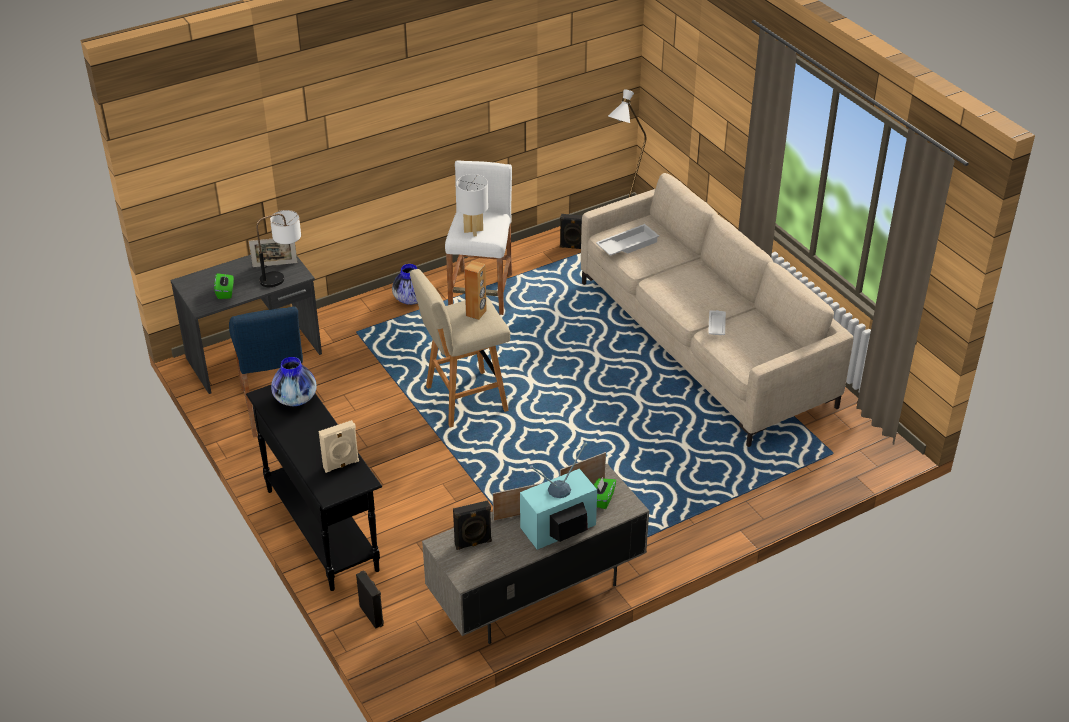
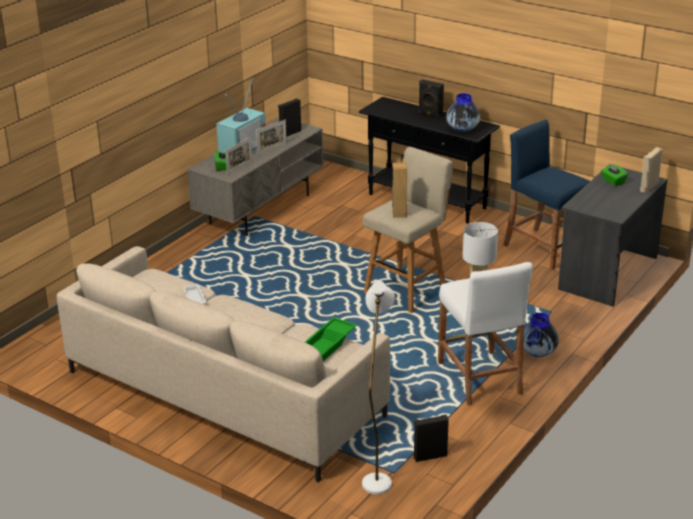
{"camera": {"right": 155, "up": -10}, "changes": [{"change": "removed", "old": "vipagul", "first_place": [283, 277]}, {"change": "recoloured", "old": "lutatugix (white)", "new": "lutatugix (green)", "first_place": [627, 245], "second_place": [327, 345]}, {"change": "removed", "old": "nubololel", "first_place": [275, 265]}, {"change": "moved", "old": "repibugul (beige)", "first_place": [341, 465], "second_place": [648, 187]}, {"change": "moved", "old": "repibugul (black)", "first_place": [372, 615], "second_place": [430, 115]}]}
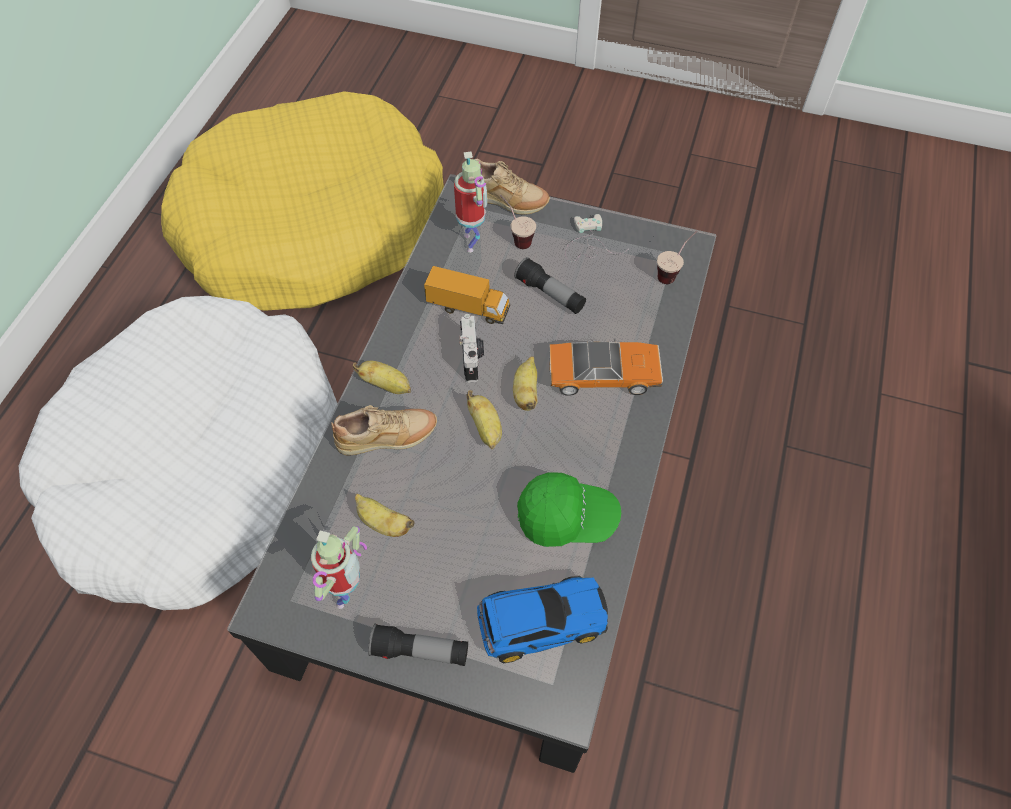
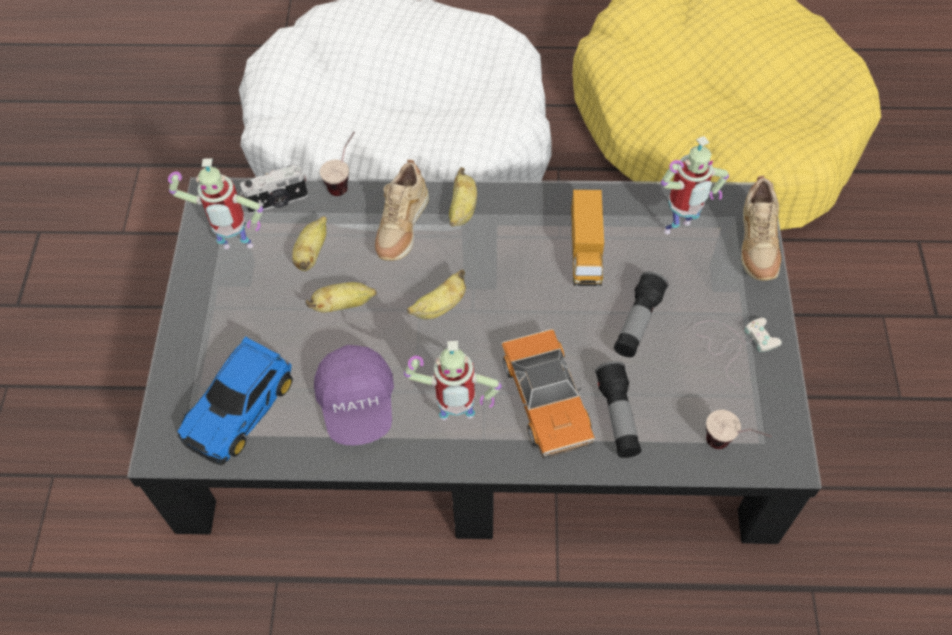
{"camera": {"right": 75, "up": 0}, "changes": [{"change": "moved", "old": "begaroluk", "first_place": [515, 237], "second_place": [344, 181]}, {"change": "moved", "old": "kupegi", "first_place": [472, 358], "second_place": [278, 202]}, {"change": "moved", "old": "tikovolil", "first_place": [526, 392], "second_place": [343, 305]}, {"change": "turned", "old": "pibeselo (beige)", "first_place": [387, 439], "second_place": [401, 229], "degrees": 45}, {"change": "recoloured", "old": "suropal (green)", "new": "suropal (purple)", "first_place": [566, 517], "second_place": [357, 404]}, {"change": "turned", "old": "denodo", "first_place": [539, 621], "second_place": [241, 406], "degrees": 60}, {"change": "moved", "old": "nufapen", "first_place": [420, 651], "second_place": [617, 416]}, {"change": "added", "new": "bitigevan", "second_place": [456, 420]}]}
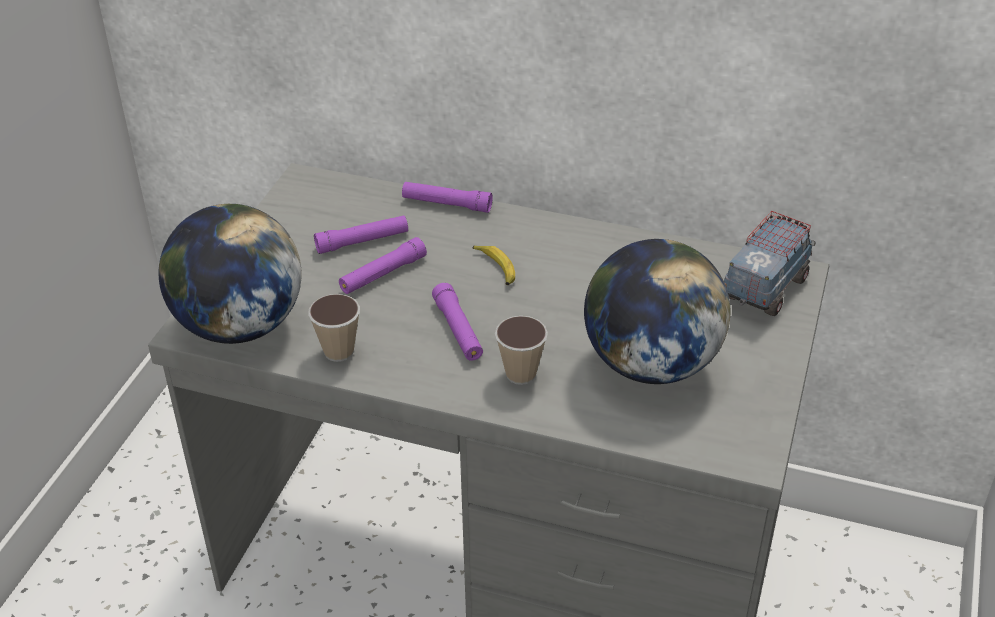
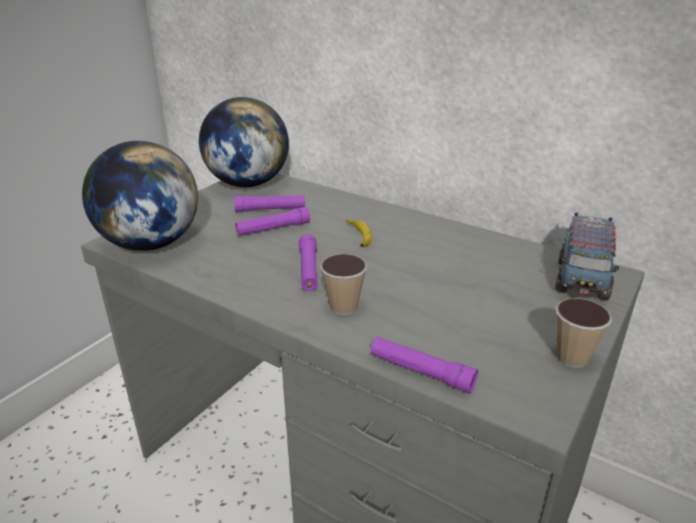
{"camera": {"right": 15, "up": -10}, "changes": [{"change": "moved", "old": "nufapen (purple)", "first_place": [446, 204], "second_place": [421, 372]}, {"change": "turned", "old": "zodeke", "first_place": [765, 288], "second_place": [582, 280], "degrees": 150}, {"change": "moved", "old": "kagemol", "first_place": [651, 364], "second_place": [248, 183]}, {"change": "moved", "old": "begaroluk", "first_place": [339, 351], "second_place": [572, 358]}]}
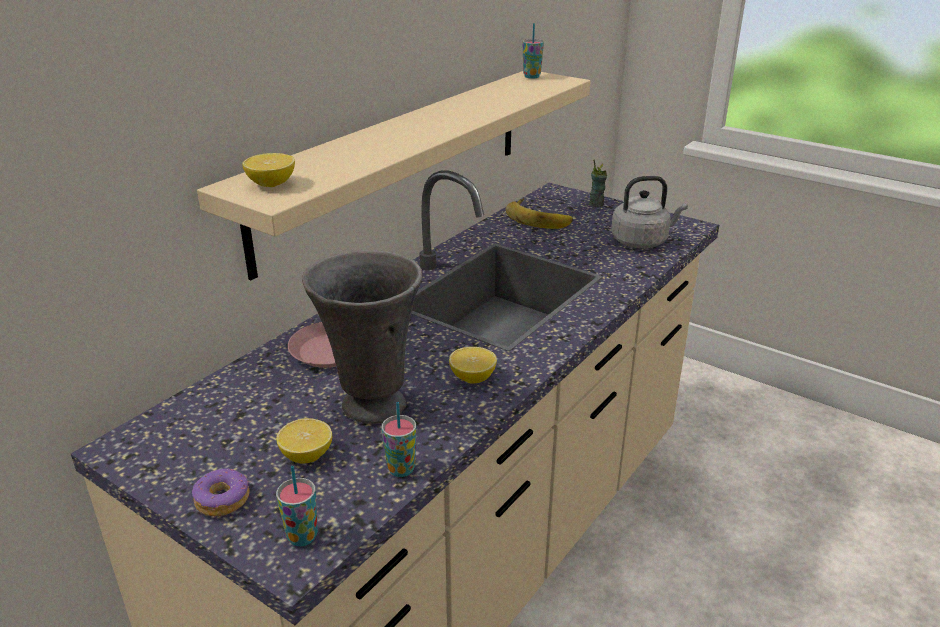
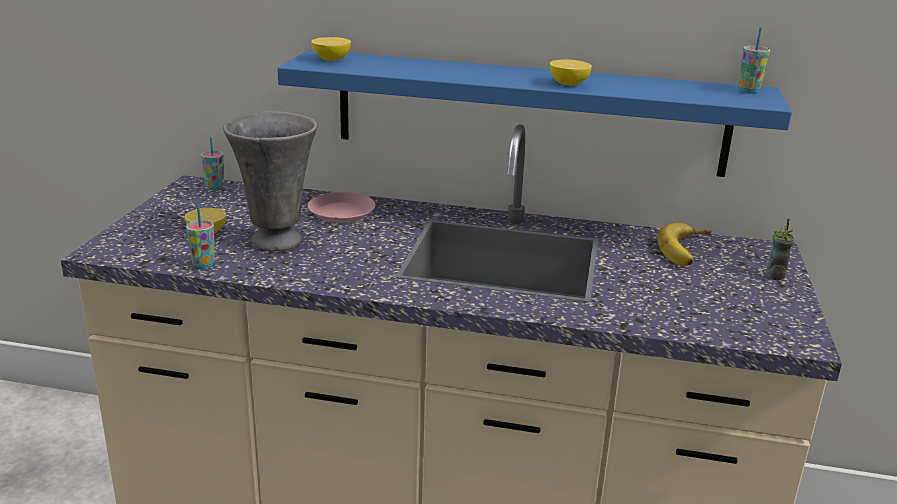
{"camera": {"right": 65, "up": -5}, "changes": [{"change": "recoloured", "old": "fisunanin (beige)", "new": "fisunanin (blue)", "first_place": [398, 162], "second_place": [529, 112]}, {"change": "removed", "old": "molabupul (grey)", "first_place": [642, 241]}, {"change": "moved", "old": "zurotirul", "first_place": [472, 378], "second_place": [568, 84]}, {"change": "moved", "old": "begaroluk", "first_place": [302, 537], "second_place": [215, 187]}, {"change": "removed", "old": "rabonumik", "first_place": [222, 499]}]}
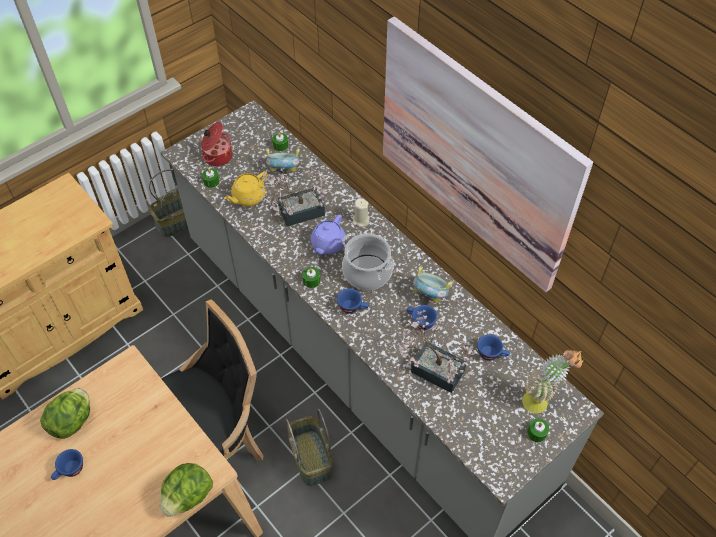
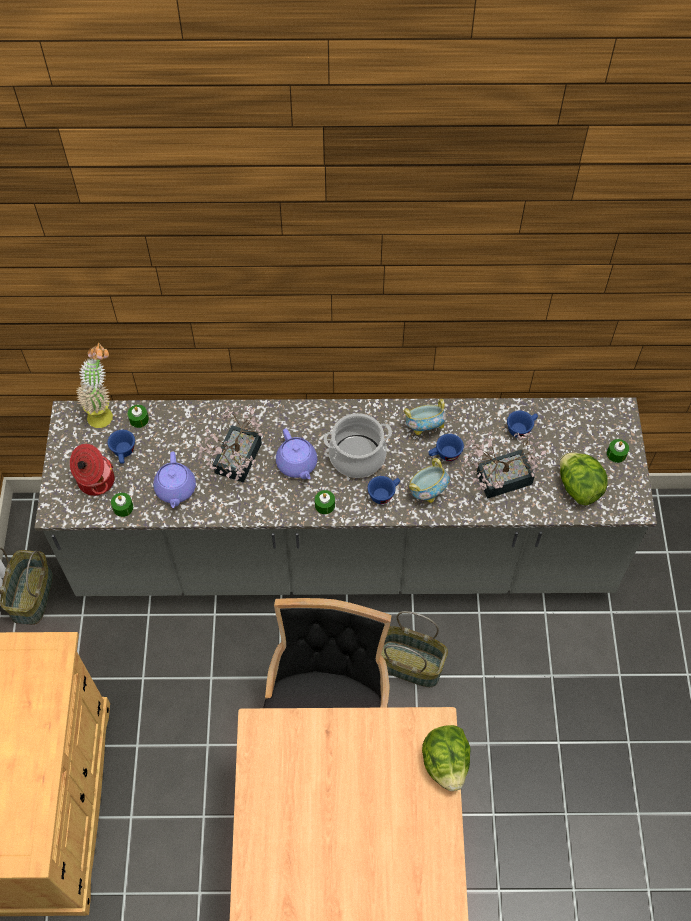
{"camera": {"right": -50, "up": 5}, "changes": [{"change": "removed", "old": "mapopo", "first_place": [475, 155]}, {"change": "moved", "old": "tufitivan", "first_place": [284, 170], "second_place": [428, 491]}, {"change": "recoloured", "old": "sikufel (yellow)", "new": "sikufel (purple)", "first_place": [248, 197], "second_place": [175, 490]}, {"change": "removed", "old": "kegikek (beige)", "first_place": [360, 220]}, {"change": "moved", "old": "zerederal", "first_place": [541, 401], "second_place": [104, 412]}, {"change": "moved", "old": "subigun", "first_place": [72, 421], "second_place": [578, 487]}, {"change": "moved", "old": "begaroluk (blue)", "first_place": [70, 471], "second_place": [124, 453]}]}
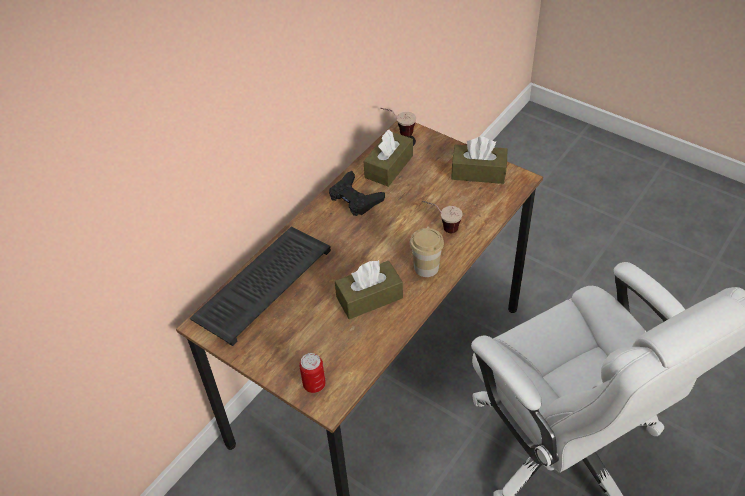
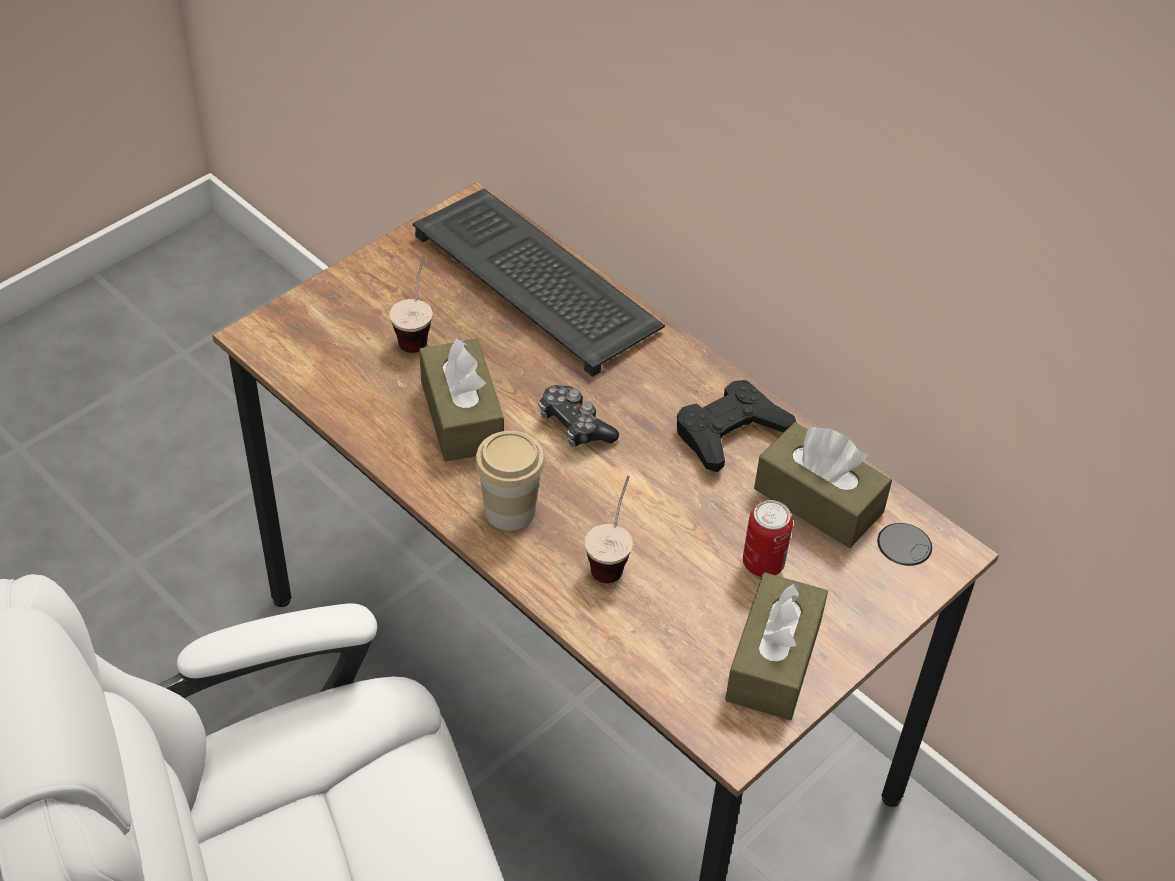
{"camera": {"right": 95, "up": 0}, "changes": [{"change": "moved", "old": "begaroluk", "first_place": [398, 133], "second_place": [417, 331]}, {"change": "moved", "old": "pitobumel", "first_place": [314, 384], "second_place": [763, 563]}, {"change": "added", "new": "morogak", "second_place": [574, 425]}]}
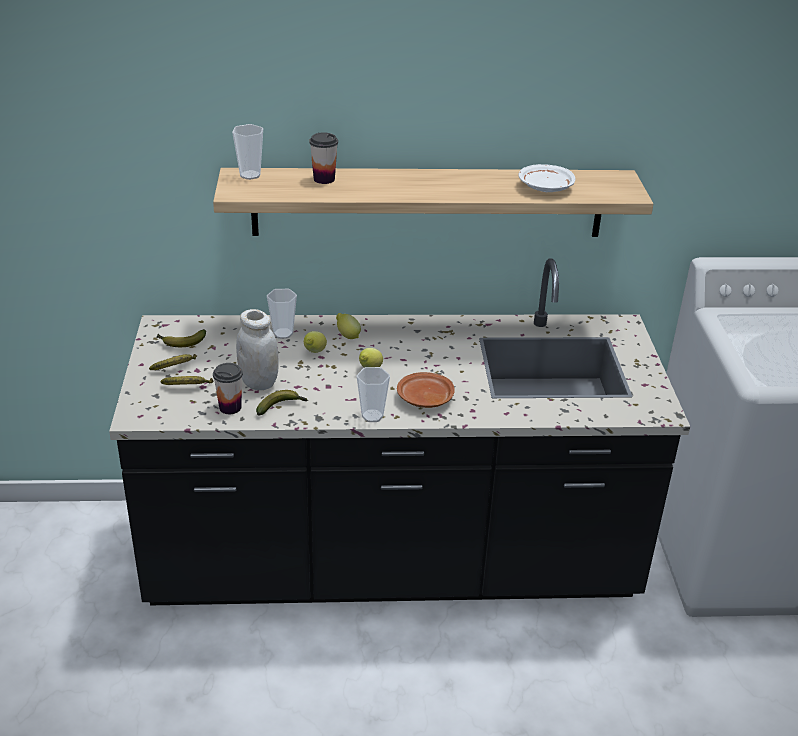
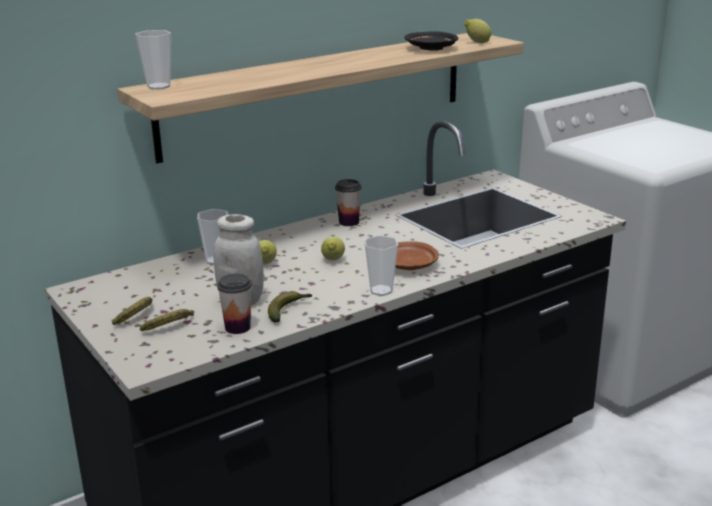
{"camera": {"right": -30, "up": -10}, "changes": [{"change": "moved", "old": "begaroluk", "first_place": [324, 179], "second_place": [349, 222]}, {"change": "recoloured", "old": "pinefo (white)", "new": "pinefo (black)", "first_place": [545, 187], "second_place": [431, 48]}, {"change": "moved", "old": "zurotirul", "first_place": [347, 336], "second_place": [477, 43]}, {"change": "removed", "old": "tikovolil", "first_place": [180, 342]}]}
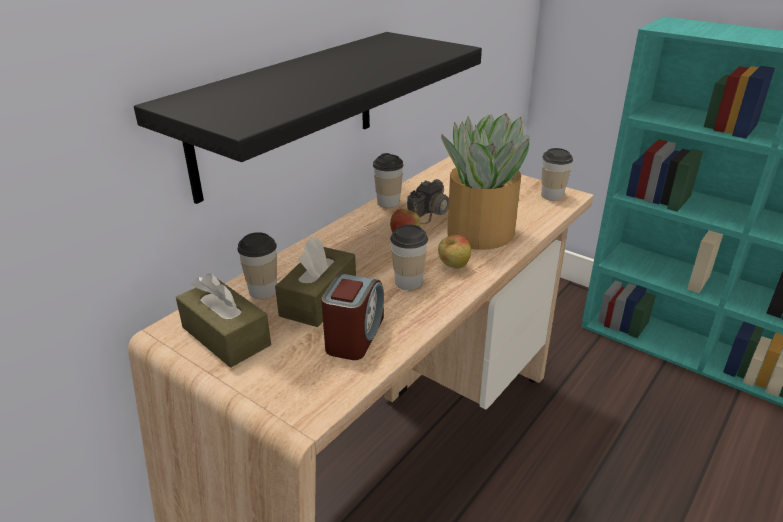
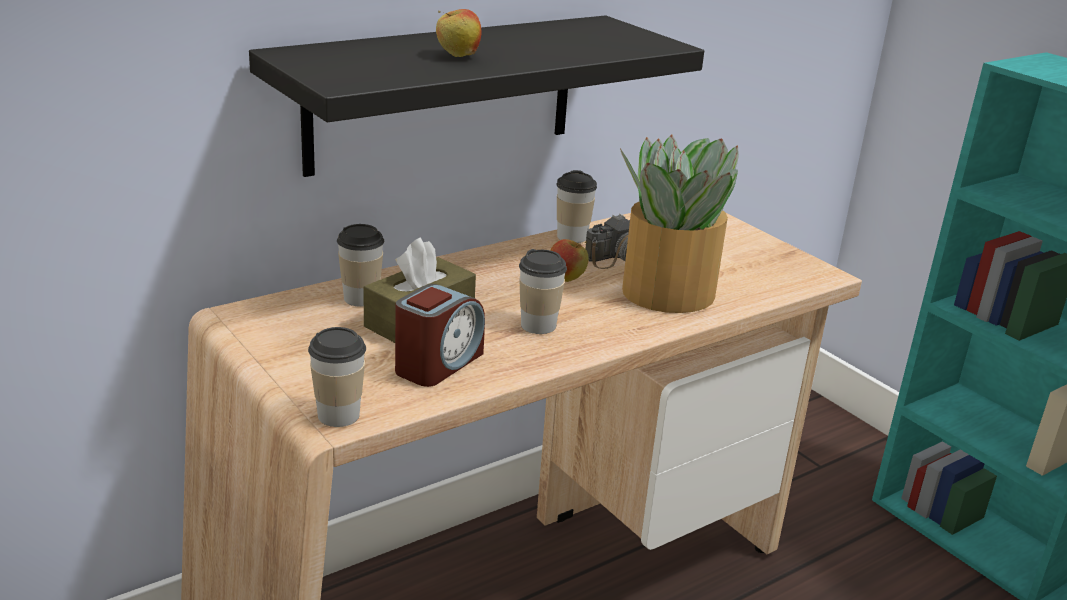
{"camera": {"right": 15, "up": -5}, "changes": [{"change": "moved", "old": "begaroluk", "first_place": [552, 196], "second_place": [338, 415]}, {"change": "moved", "old": "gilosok", "first_place": [453, 266], "second_place": [457, 56]}, {"change": "removed", "old": "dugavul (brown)", "first_place": [226, 336]}]}
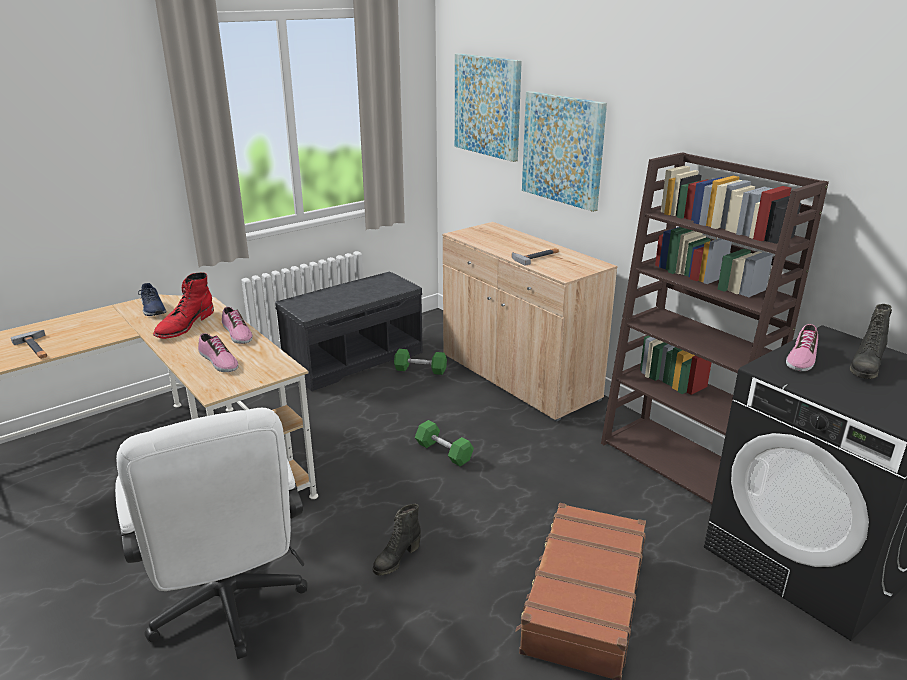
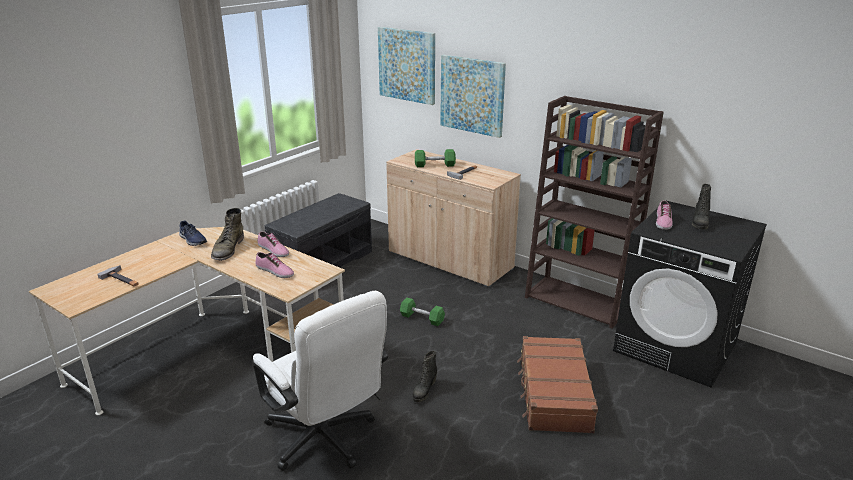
{"camera": {"right": -15, "up": 0}, "changes": [{"change": "recoloured", "old": "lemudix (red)", "new": "lemudix (green)", "first_place": [184, 325], "second_place": [228, 249]}, {"change": "moved", "old": "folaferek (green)", "first_place": [420, 370], "second_place": [435, 165]}]}
